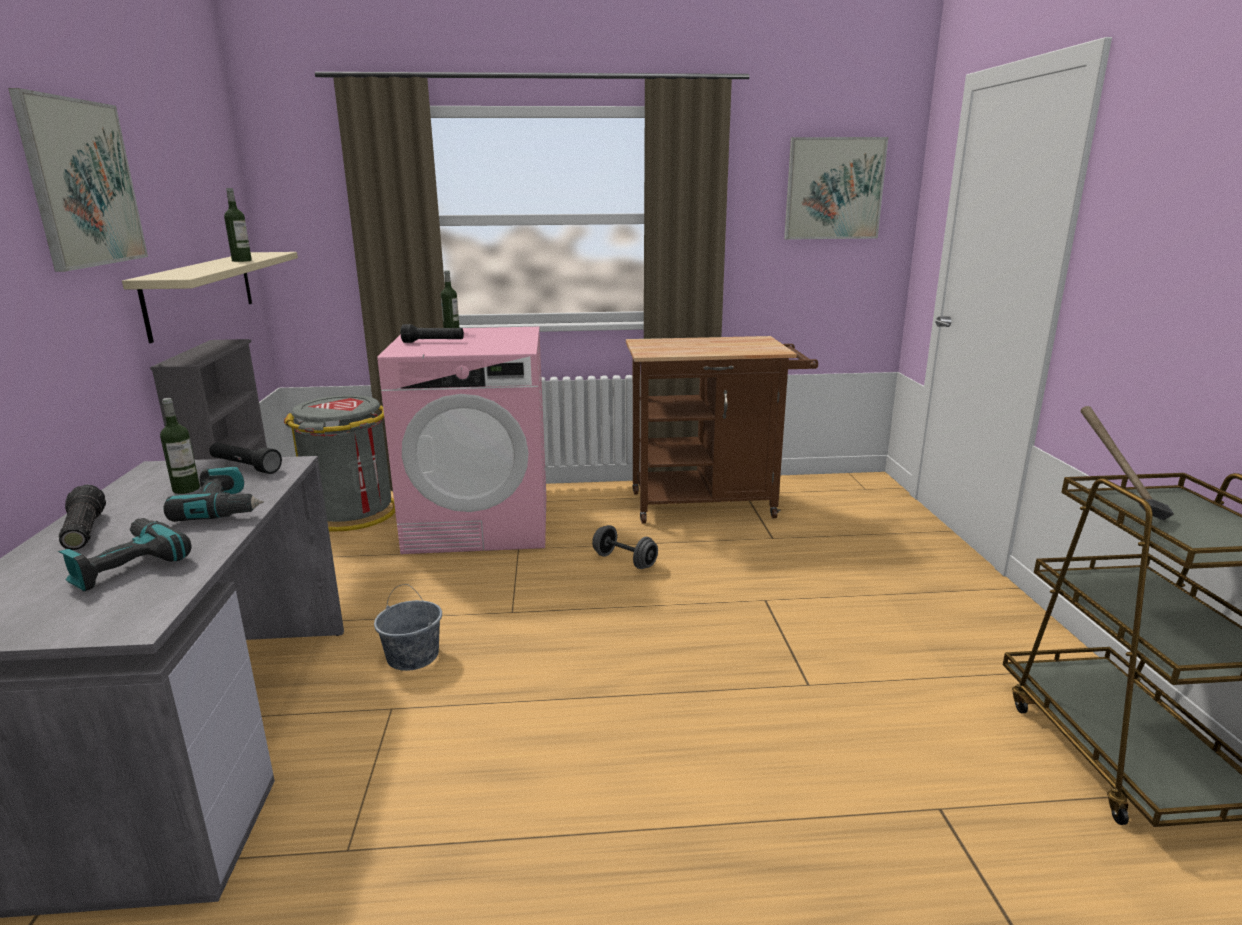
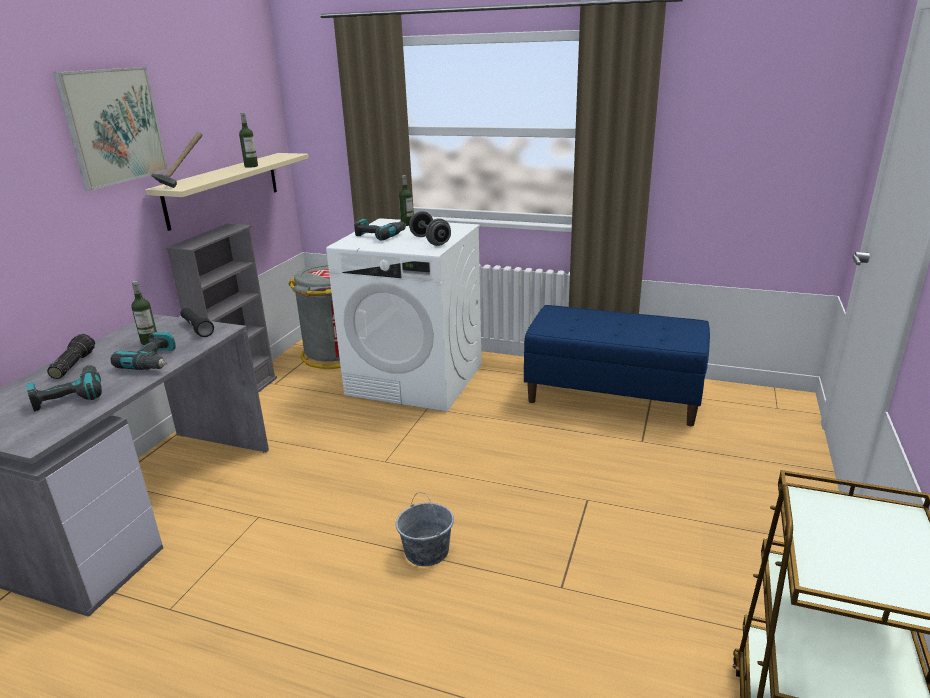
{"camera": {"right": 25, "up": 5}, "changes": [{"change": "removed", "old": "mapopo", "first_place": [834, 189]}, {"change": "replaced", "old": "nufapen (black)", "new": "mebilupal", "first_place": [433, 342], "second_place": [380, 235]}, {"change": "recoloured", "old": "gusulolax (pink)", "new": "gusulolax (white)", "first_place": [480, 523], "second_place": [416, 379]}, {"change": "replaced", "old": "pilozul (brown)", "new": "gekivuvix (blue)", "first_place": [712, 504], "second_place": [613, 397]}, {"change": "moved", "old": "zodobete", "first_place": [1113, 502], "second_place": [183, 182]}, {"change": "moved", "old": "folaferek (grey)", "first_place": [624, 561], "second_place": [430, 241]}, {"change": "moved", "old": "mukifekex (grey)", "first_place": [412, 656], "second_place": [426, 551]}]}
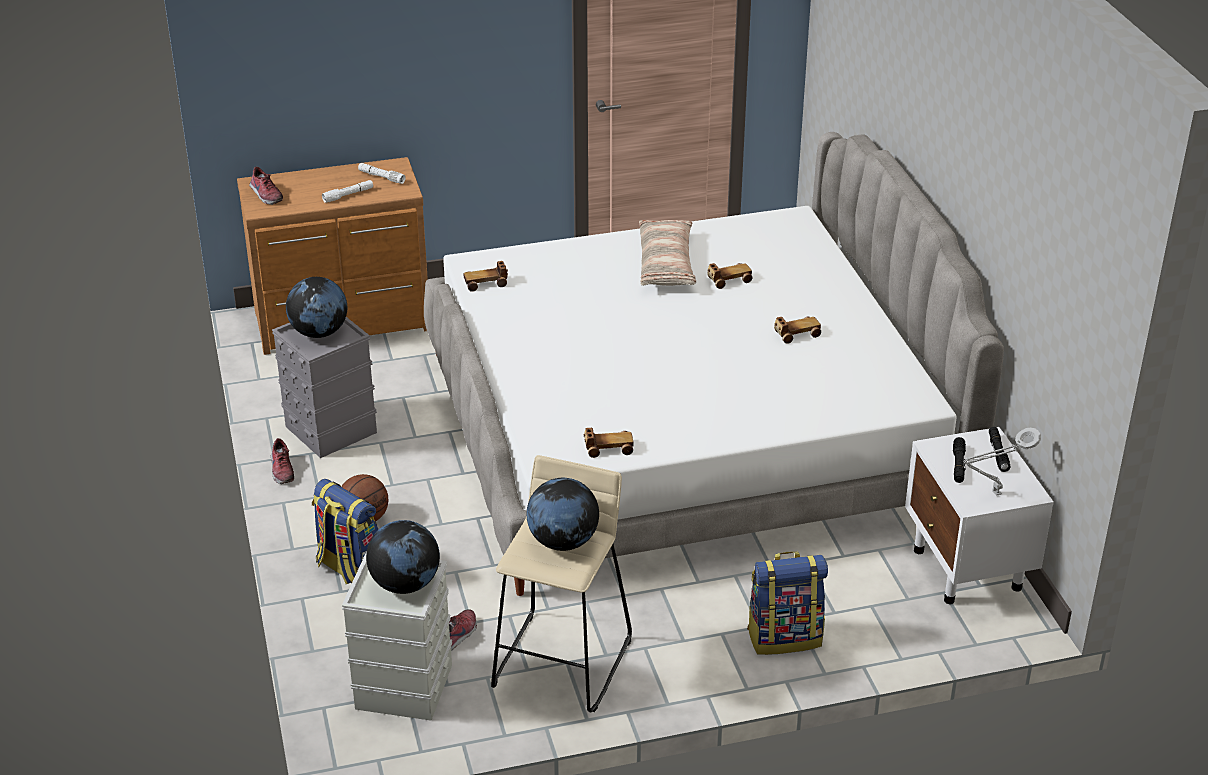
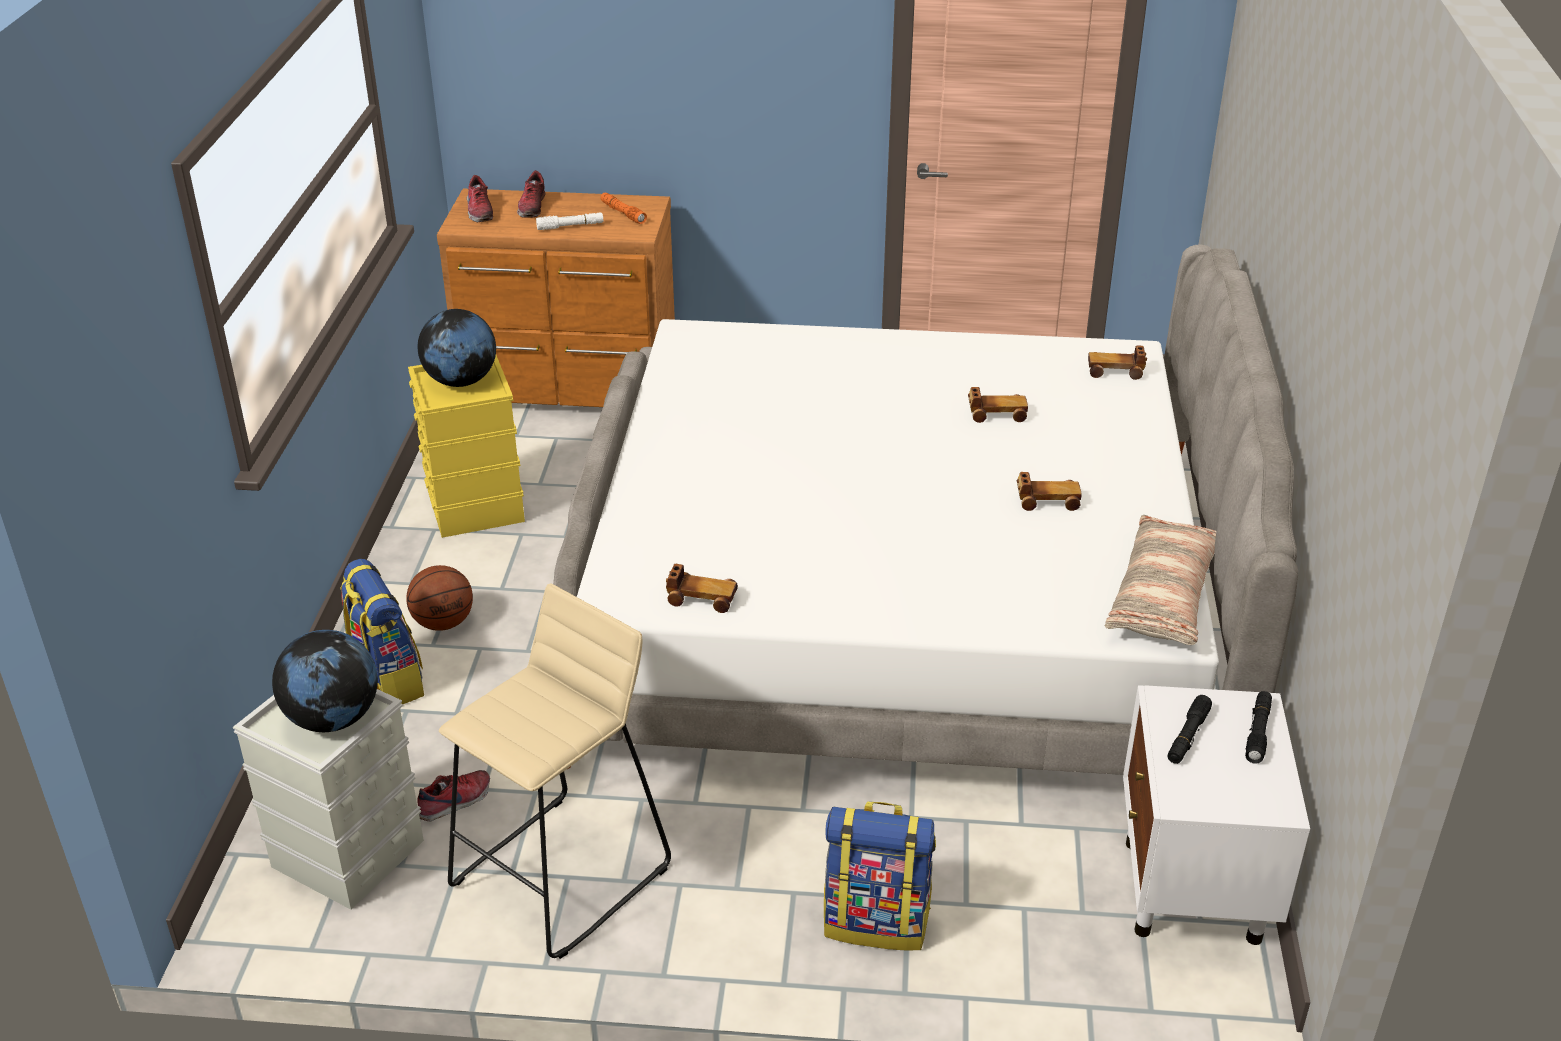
{"camera": {"right": 20, "up": 0}, "changes": [{"change": "recoloured", "old": "nufapen (white)", "new": "nufapen (orange)", "first_place": [381, 177], "second_place": [623, 213]}, {"change": "moved", "old": "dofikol", "first_place": [666, 264], "second_place": [1164, 595]}, {"change": "moved", "old": "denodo", "first_place": [486, 283], "second_place": [1115, 371]}, {"change": "recoloured", "old": "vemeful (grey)", "new": "vemeful (yellow)", "first_place": [330, 430], "second_place": [475, 507]}, {"change": "removed", "old": "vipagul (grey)", "first_place": [994, 494]}, {"change": "moved", "old": "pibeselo", "first_place": [281, 470], "second_place": [531, 206]}, {"change": "removed", "old": "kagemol", "first_place": [563, 541]}]}
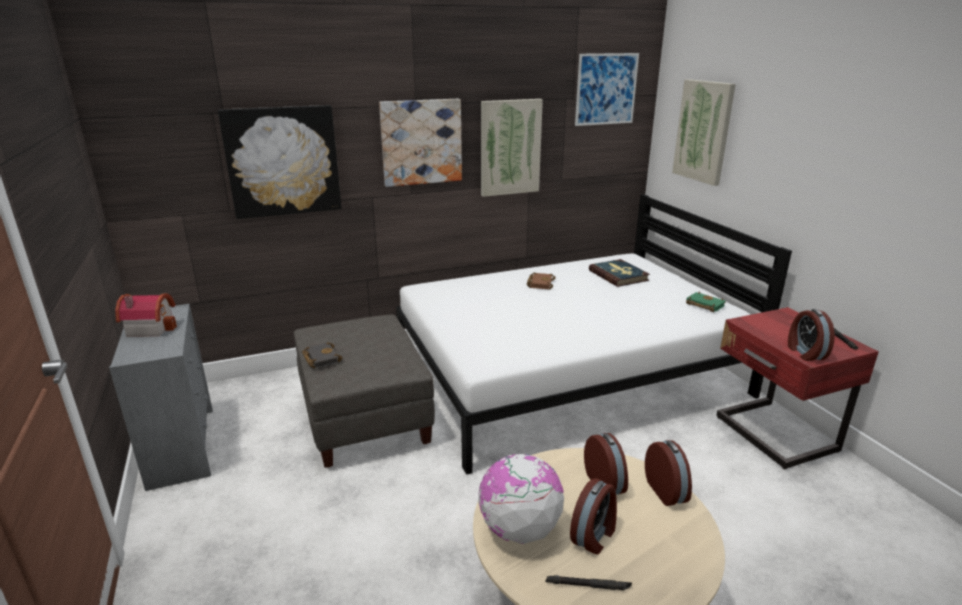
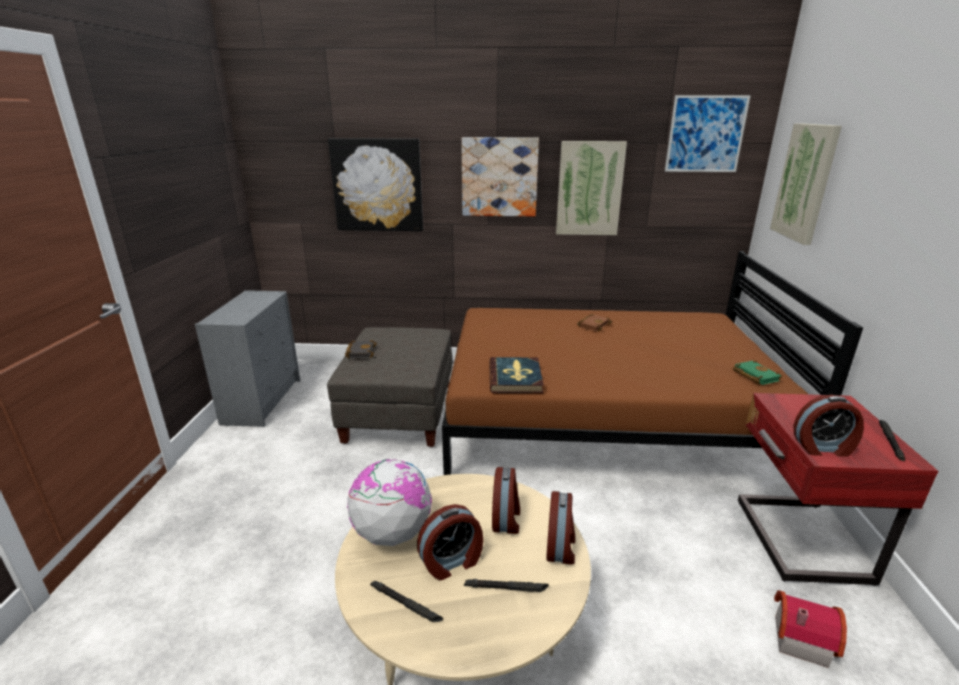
{"camera": {"right": 25, "up": 0}, "changes": [{"change": "recoloured", "old": "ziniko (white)", "new": "ziniko (brown)", "first_place": [567, 374], "second_place": [603, 419]}, {"change": "moved", "old": "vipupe", "first_place": [618, 275], "second_place": [515, 378]}, {"change": "moved", "old": "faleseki", "first_place": [150, 327], "second_place": [798, 637]}, {"change": "turned", "old": "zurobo", "first_place": [805, 353], "second_place": [823, 448], "degrees": -105}, {"change": "added", "new": "nufapen (black)", "second_place": [506, 588]}]}
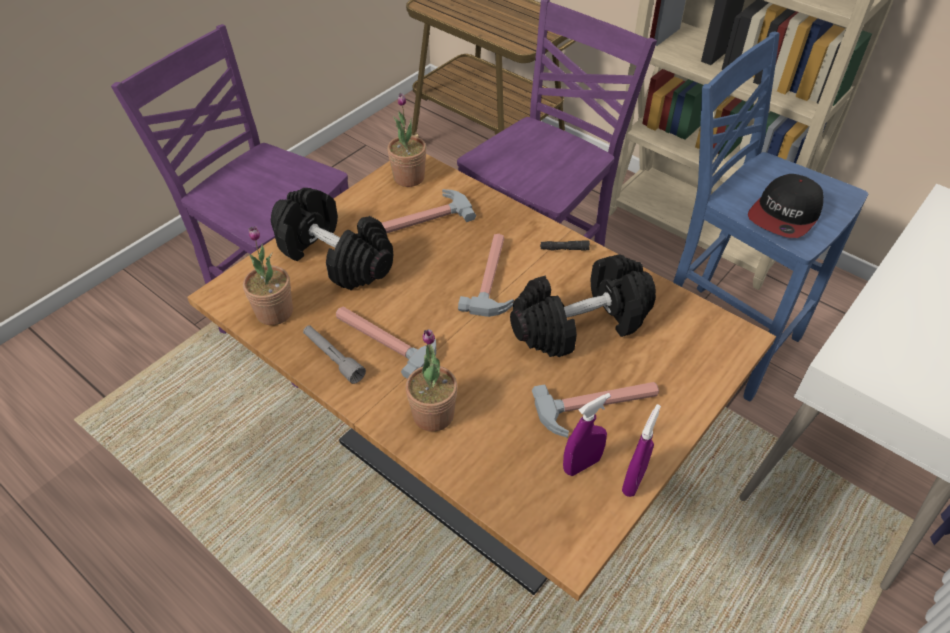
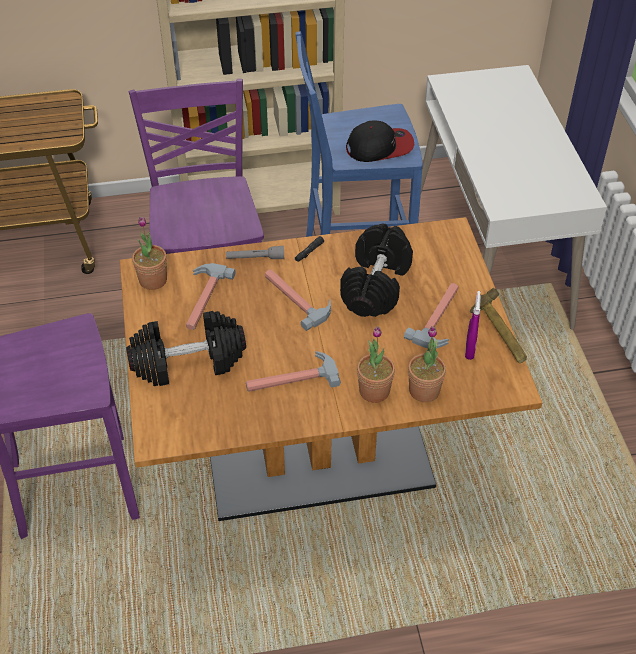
{"camera": {"right": -50, "up": 0}, "changes": [{"change": "turned", "old": "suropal", "first_place": [784, 215], "second_place": [380, 147], "degrees": -90}, {"change": "moved", "old": "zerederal", "first_place": [274, 312], "second_place": [424, 391]}, {"change": "moved", "old": "nufapen (grey)", "first_place": [333, 358], "second_place": [255, 258]}, {"change": "replaced", "old": "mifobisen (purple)", "new": "zodobete", "first_place": [633, 481], "second_place": [499, 336]}]}
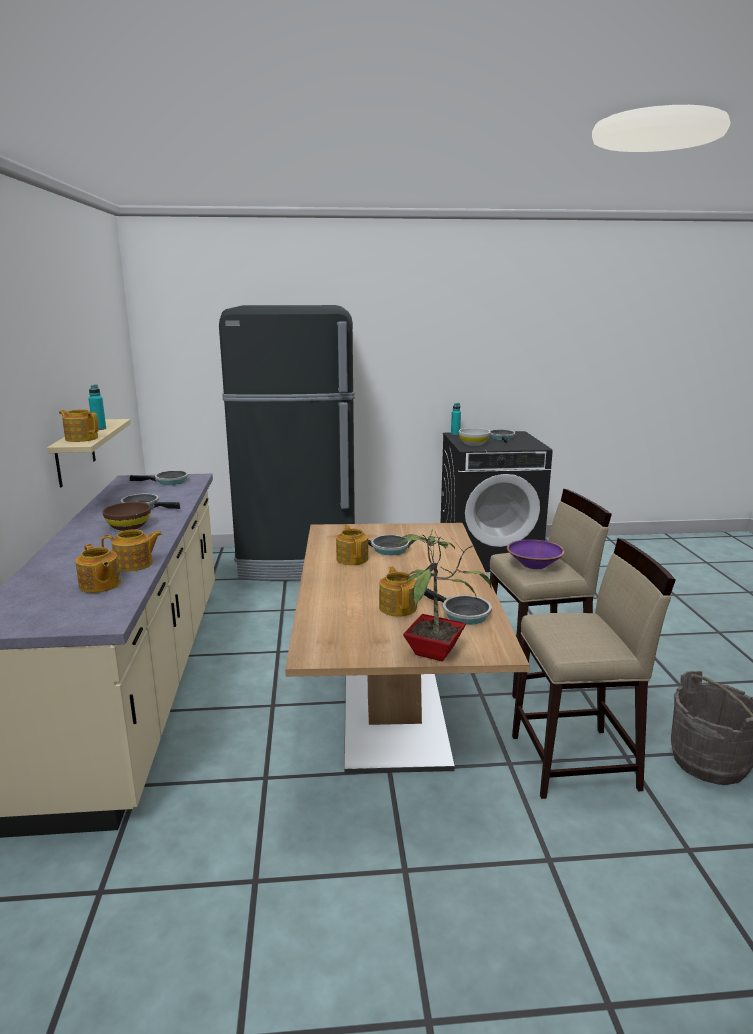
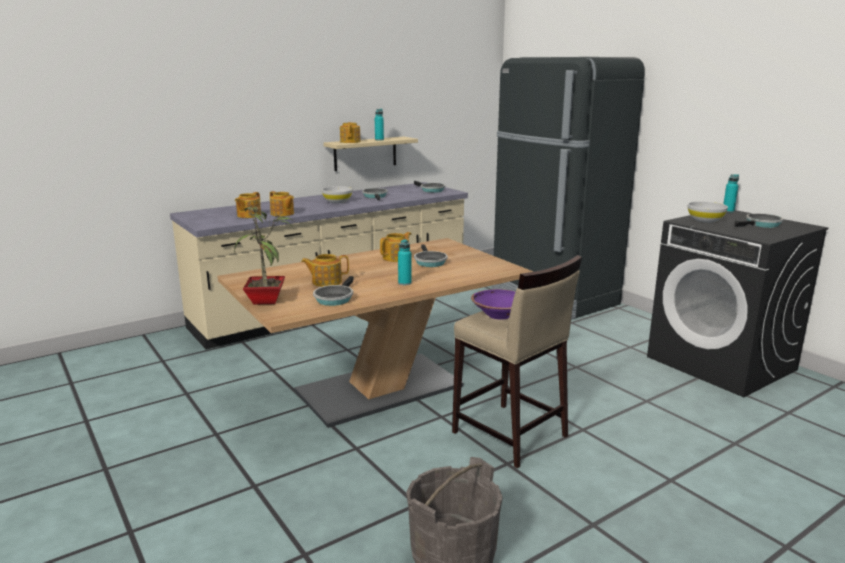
{"camera": {"right": 60, "up": 0}, "changes": [{"change": "recoloured", "old": "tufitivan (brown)", "new": "tufitivan (white)", "first_place": [129, 526], "second_place": [337, 201]}, {"change": "removed", "old": "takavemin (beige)", "first_place": [575, 762]}, {"change": "turned", "old": "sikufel", "first_place": [398, 607], "second_place": [326, 282], "degrees": -150}, {"change": "added", "new": "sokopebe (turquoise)", "second_place": [404, 283]}]}
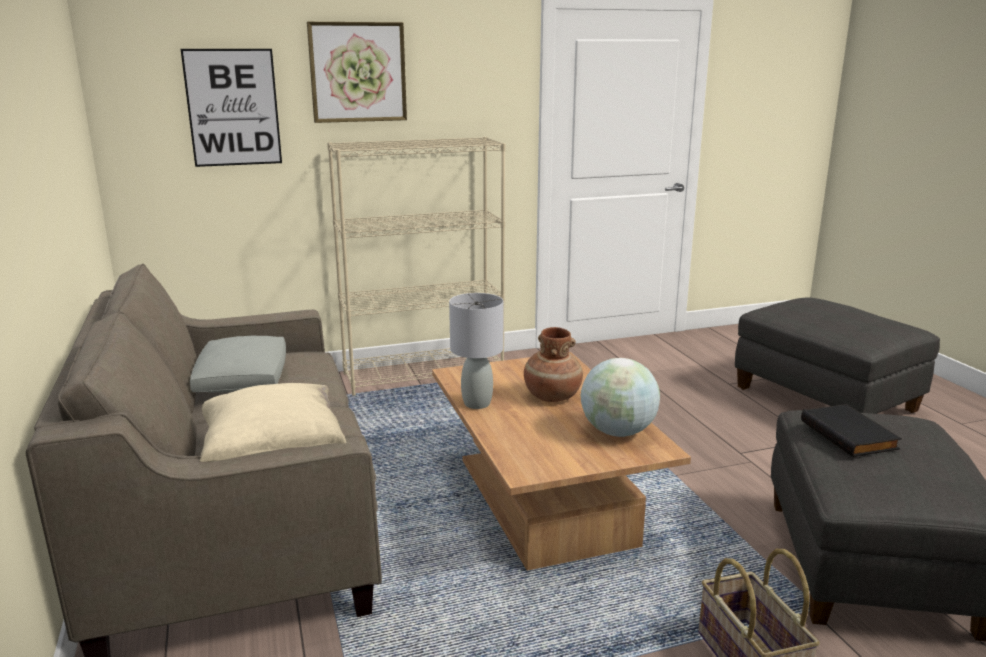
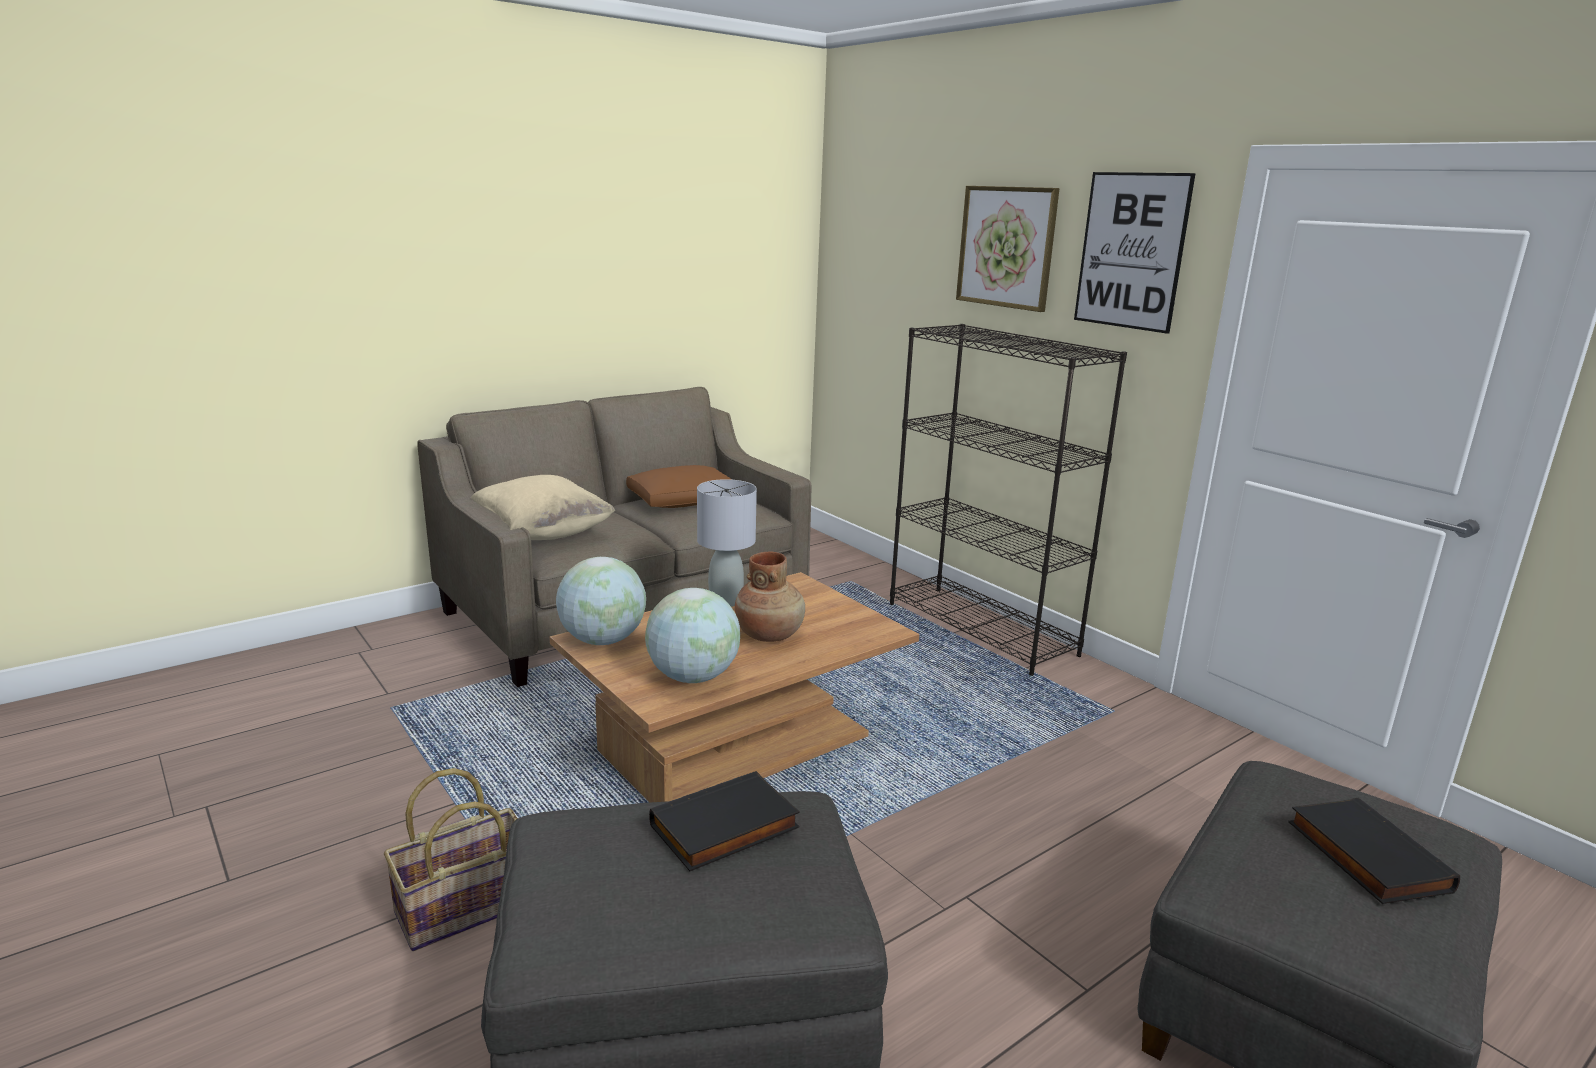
{"camera": {"right": 70, "up": 0}, "changes": [{"change": "moved", "old": "mapopo", "first_place": [233, 108], "second_place": [1131, 251]}, {"change": "recoloured", "old": "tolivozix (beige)", "new": "tolivozix (black)", "first_place": [424, 374], "second_place": [982, 629]}, {"change": "recoloured", "old": "dofikol (grey)", "new": "dofikol (brown)", "first_place": [242, 380], "second_place": [682, 501]}, {"change": "added", "new": "kagemol", "second_place": [602, 640]}, {"change": "added", "new": "vipupe (black)", "second_place": [1364, 856]}]}
